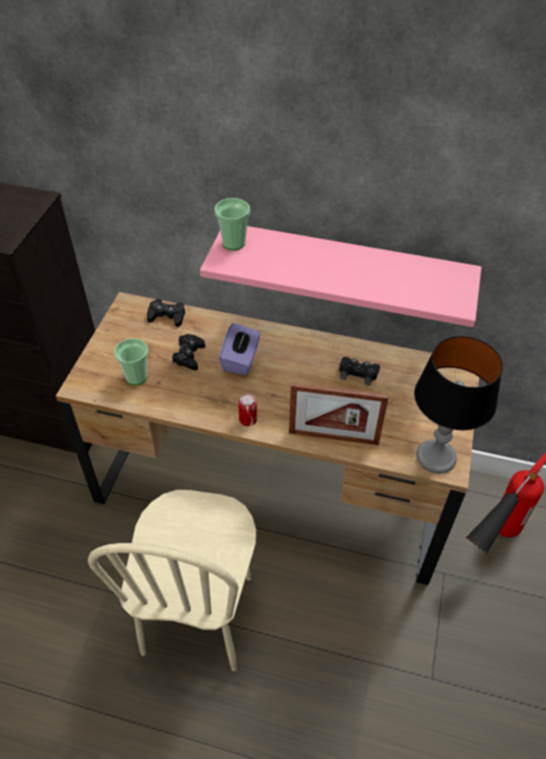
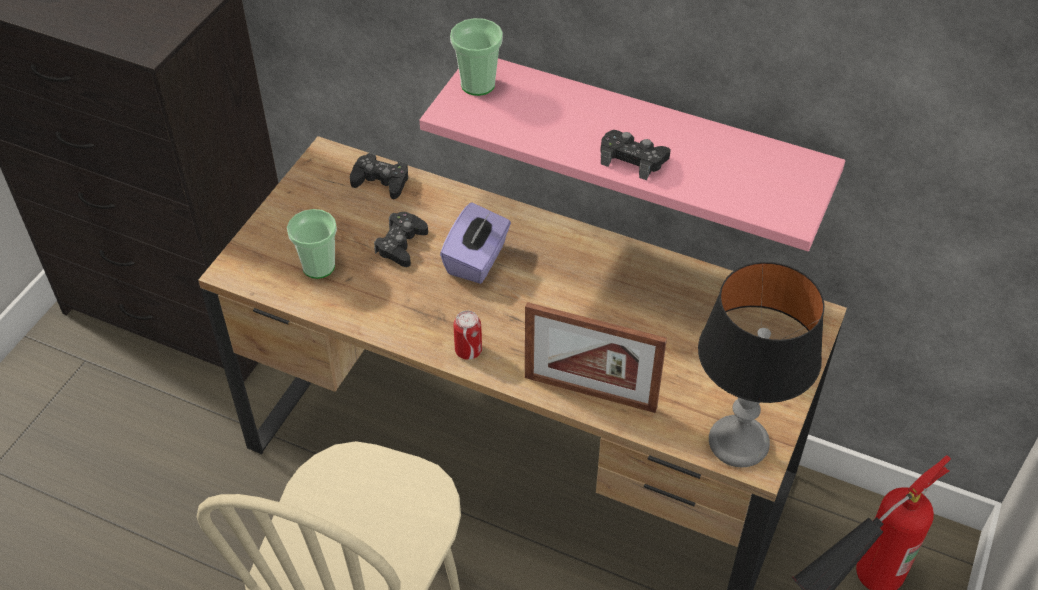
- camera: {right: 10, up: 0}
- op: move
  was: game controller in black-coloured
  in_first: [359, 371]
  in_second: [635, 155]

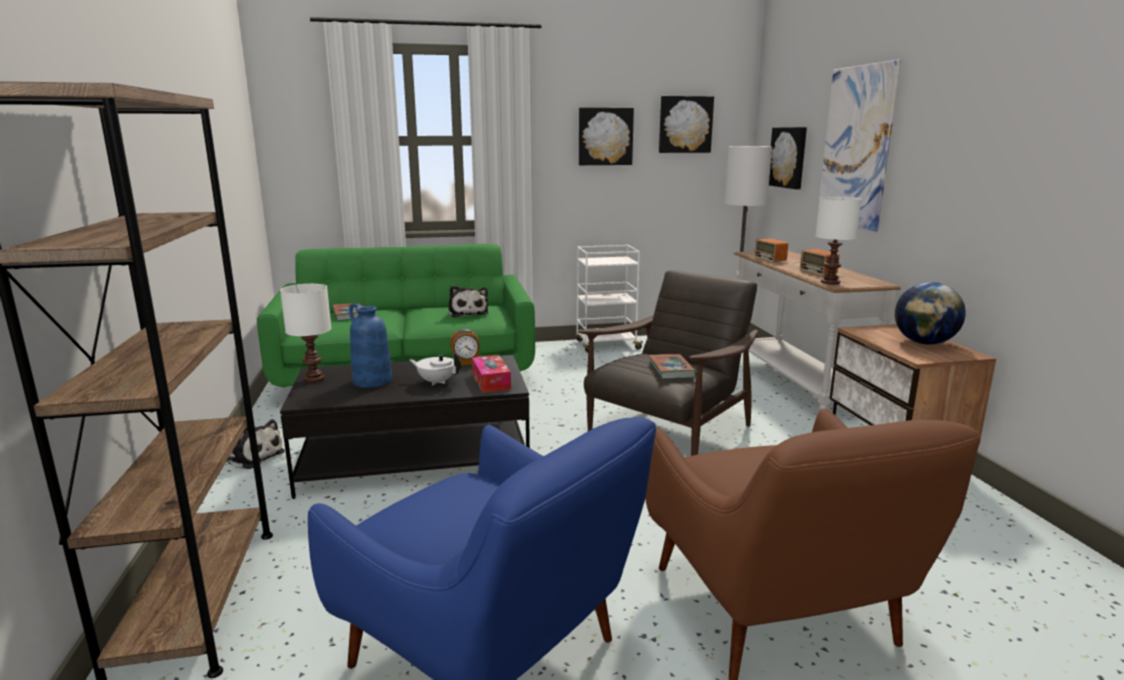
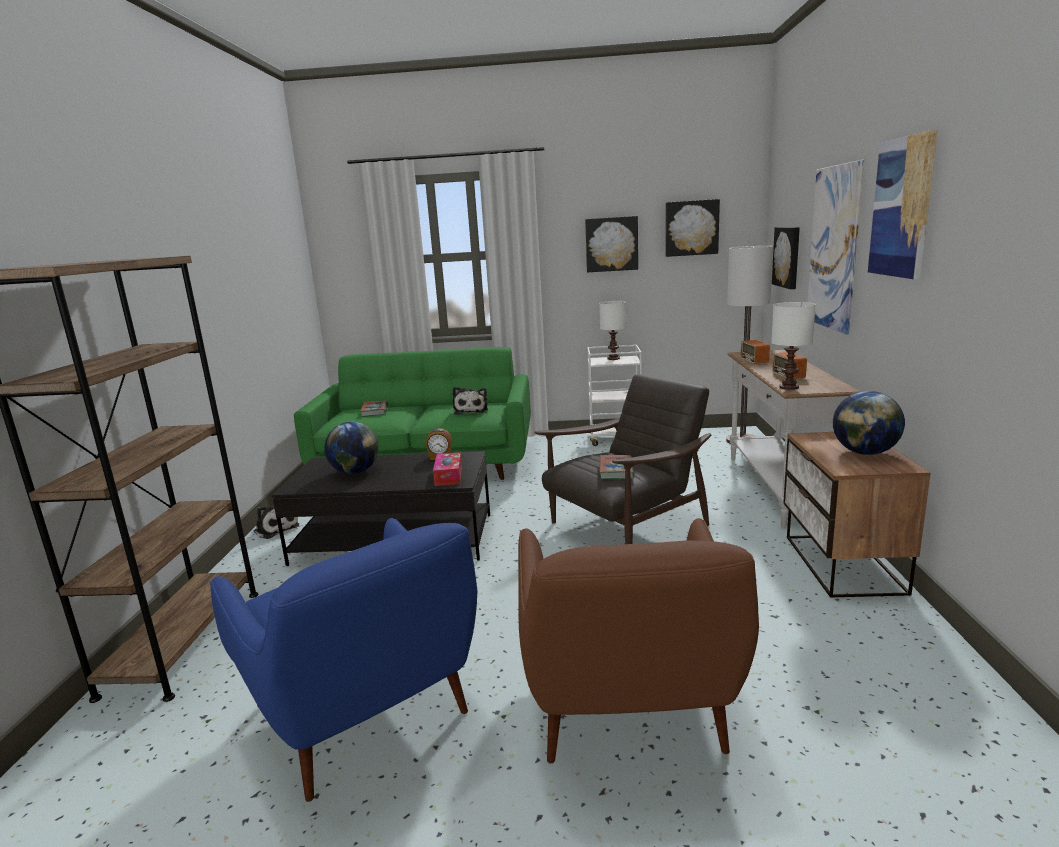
- camera: {right: 15, up: 0}
- op: move
  was: table lamp in white-coloured
  in_first: [305, 333]
  in_second: [612, 330]
- op: replace
  was: vase in bluish
  now: desk globe
  in_first: [370, 345]
  in_second: [351, 448]
- op: delete
  was: tea pot in white-coloured
  in_first: [435, 369]
- op: insert
  now: wall picture
  in_second: [903, 204]

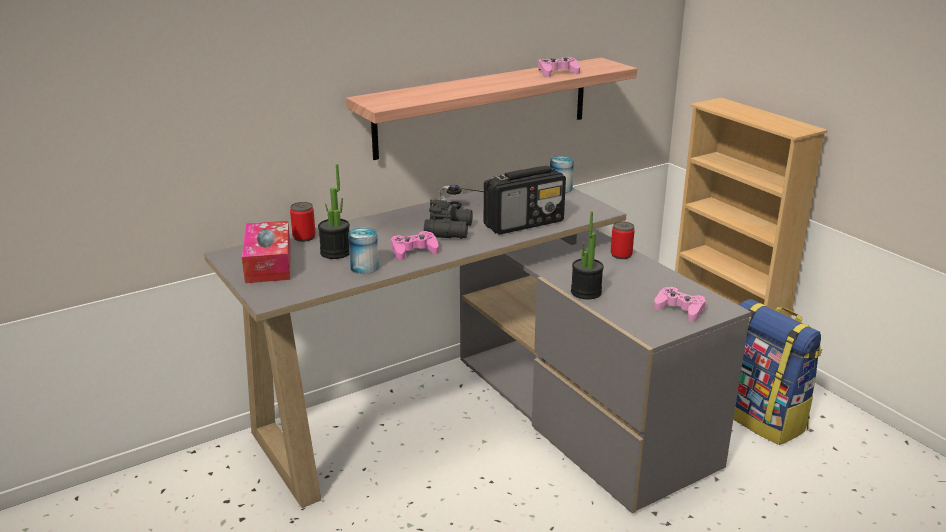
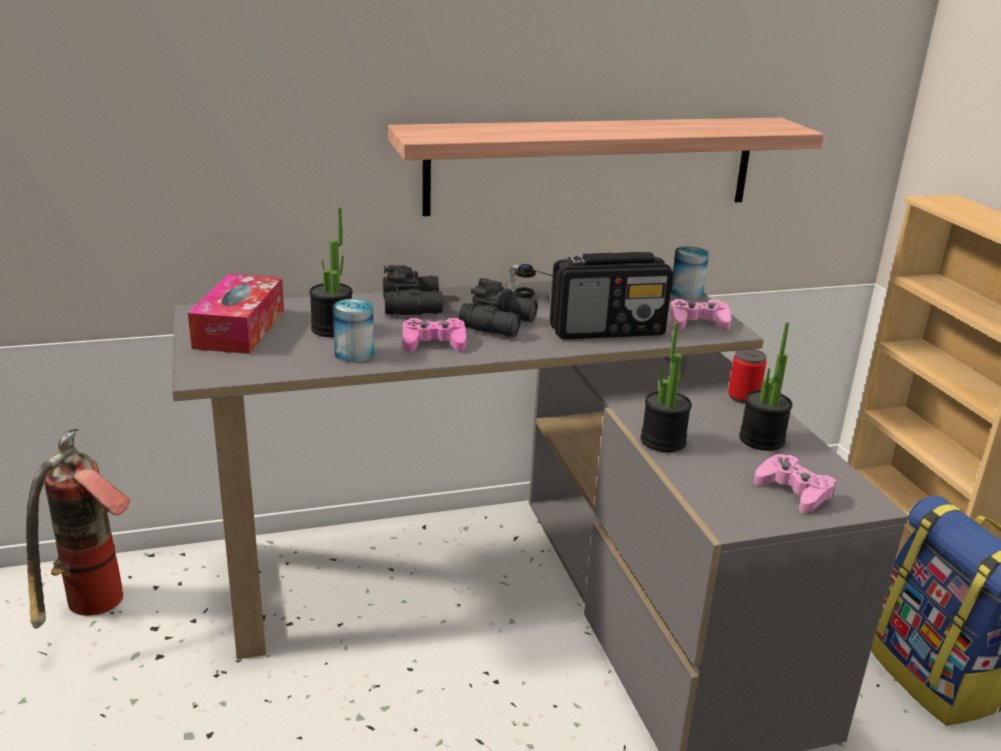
- camera: {right: 15, up: 0}
- op: delete
  was: can
  in_first: [303, 222]
- op: move
  was: game controller in pinkish
  in_first: [559, 67]
  in_second: [701, 315]
- op: insert
  now: extinguisher
  in_second: [78, 529]
- op: insert
  now: field glasses in black-coloured
  in_second: [413, 290]
- op: insert
  now: plant in a pot
  in_second: [765, 386]

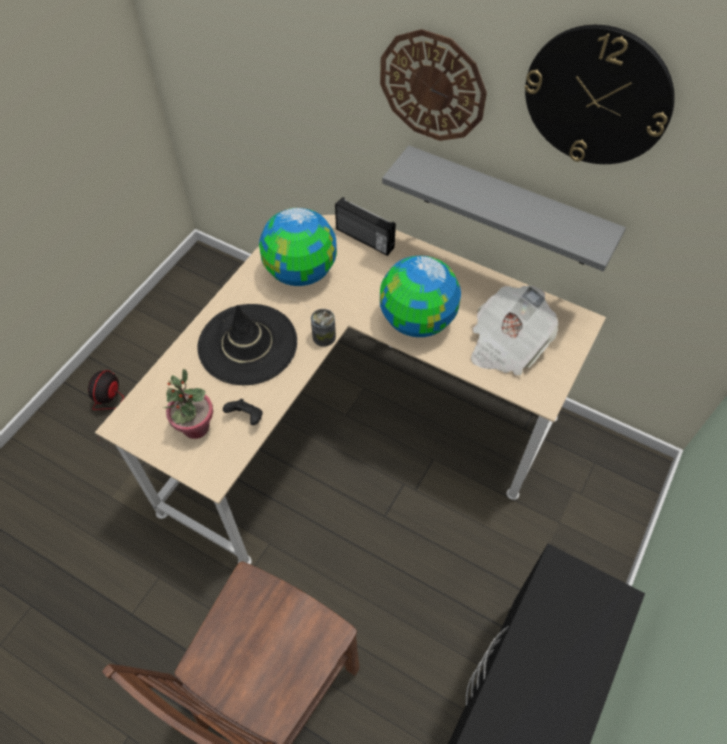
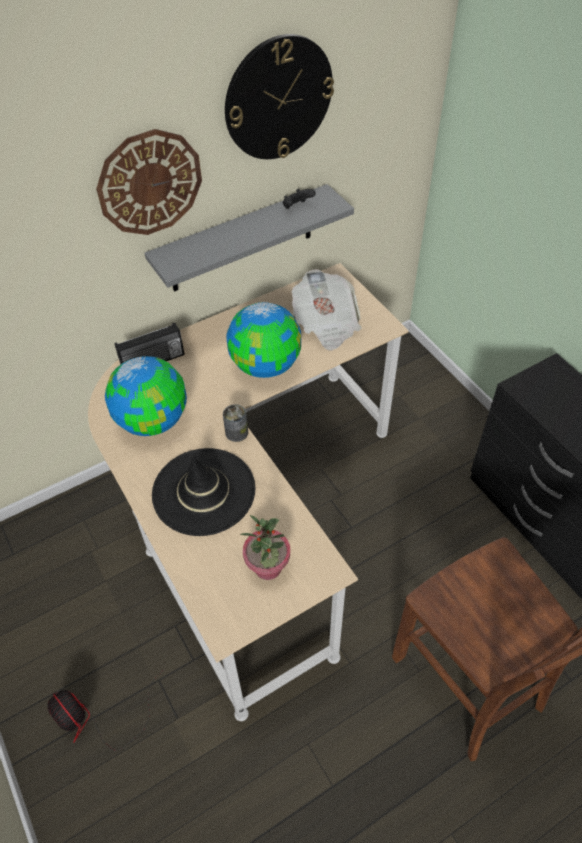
- camera: {right: -60, up: -5}
- op: move
  was: game controller in black-coloured
  in_first: [243, 412]
  in_second: [299, 199]

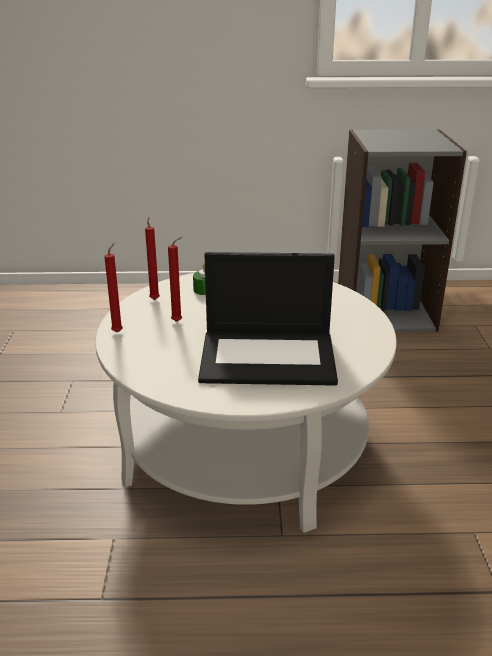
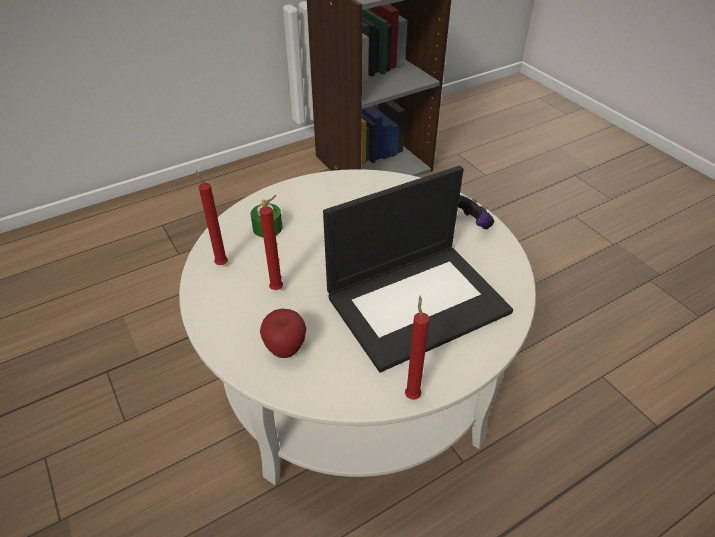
- camera: {right: -30, up: 15}
- op: move
  was: candle in red
  in_first: [113, 288]
  in_second: [417, 348]
- op: insert
  now: apple
  in_second: [283, 333]
- op: insert
  now: game controller
  in_second: [476, 212]

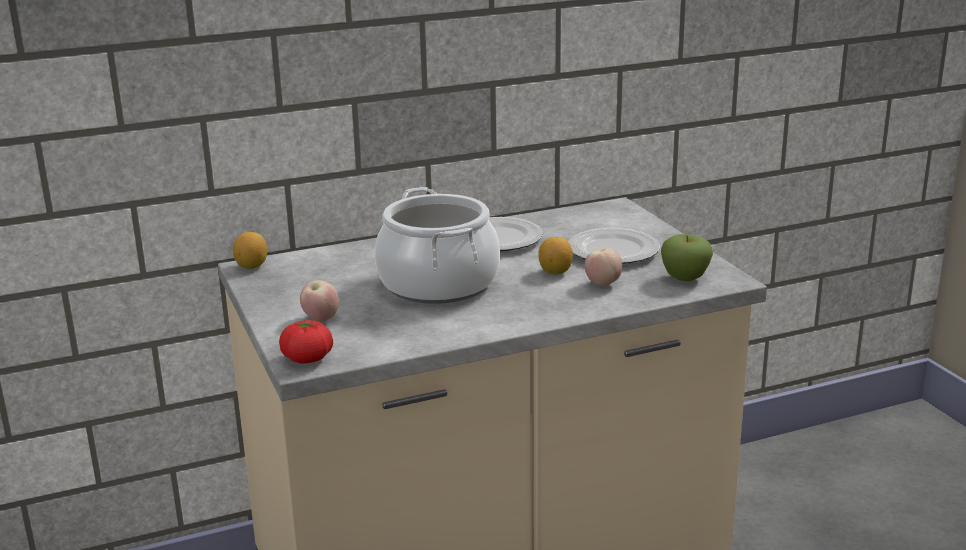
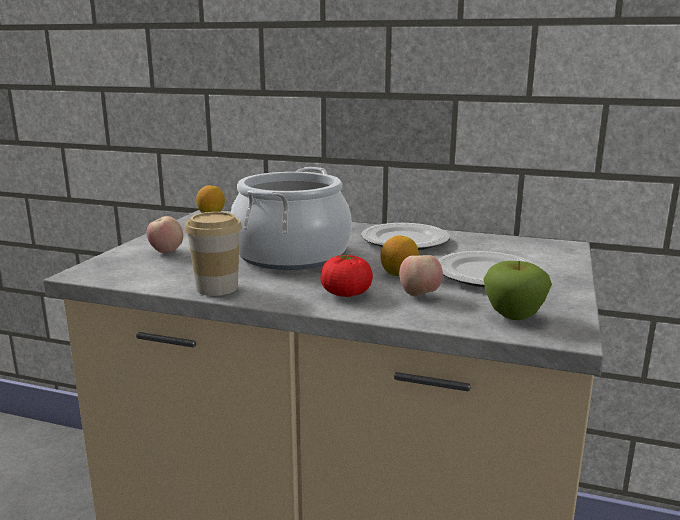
- camera: {right: 40, up: -5}
- op: move
  was: fresh tomato
  in_first: [306, 341]
  in_second: [347, 276]
- op: insert
  now: small cup
  in_second: [213, 254]

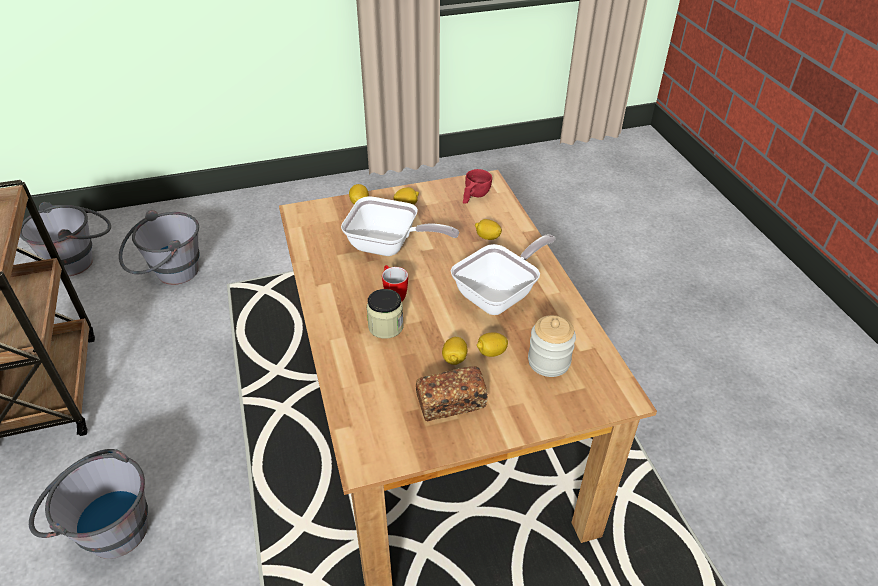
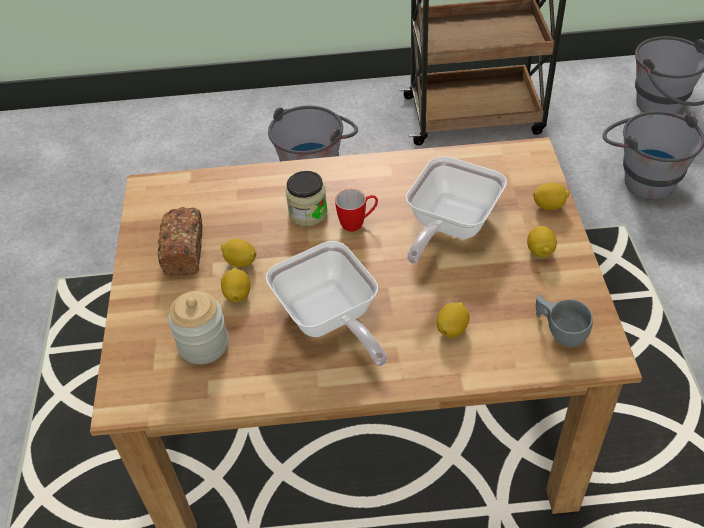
- camera: {right: 105, up: 5}
- op: recolor
  was: small cup in red
  now: small cup in gray
  in_first: [477, 186]
  in_second: [564, 320]

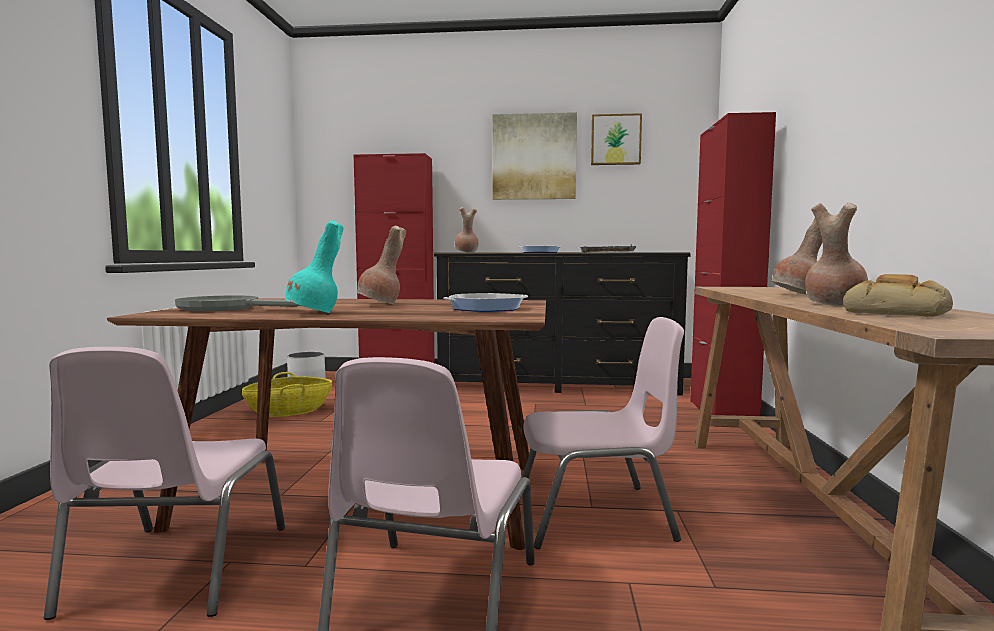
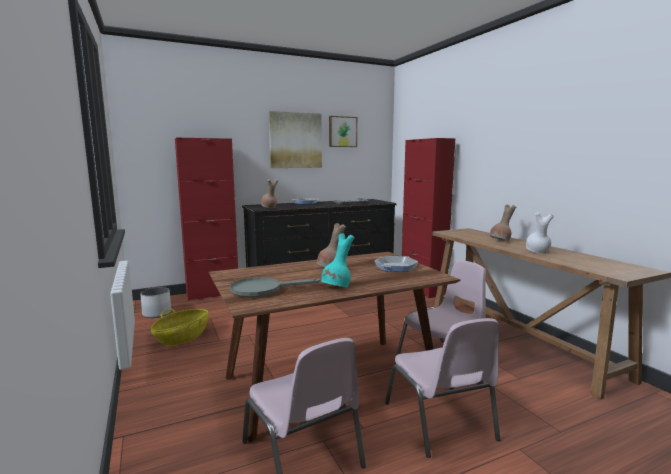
- camera: {right: -30, up: 5}
- op: recolor
  was: vase in brownish
  now: vase in white-coloured
  in_first: [836, 254]
  in_second: [540, 233]
- op: delete
  was: baked bread
  in_first: [898, 295]

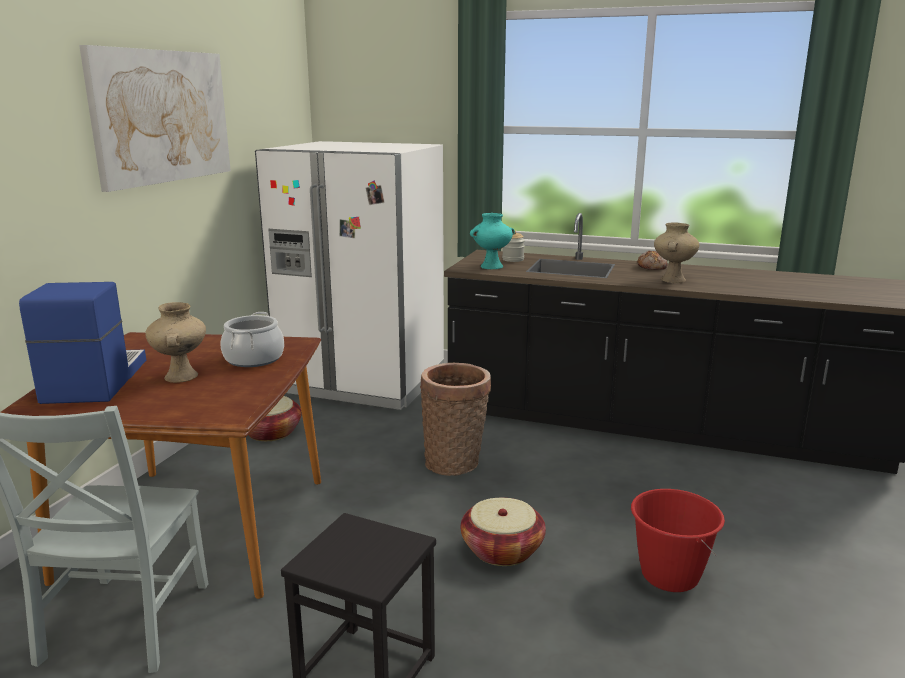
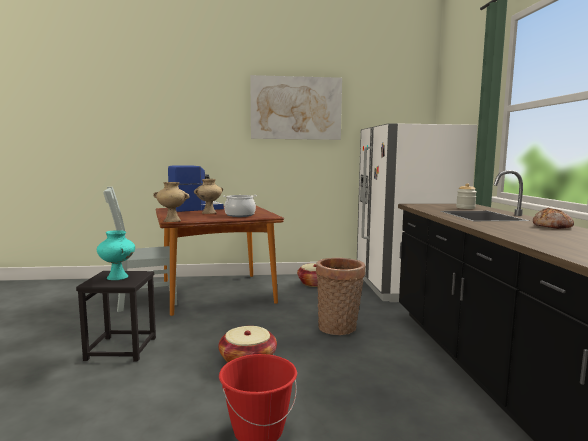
- camera: {right: 65, up: -10}
- op: move
  was: vase in turquoise-coloured
  in_first: [492, 241]
  in_second: [116, 255]
- op: move
  was: vase in sand-coloured
  in_first: [676, 252]
  in_second: [171, 202]

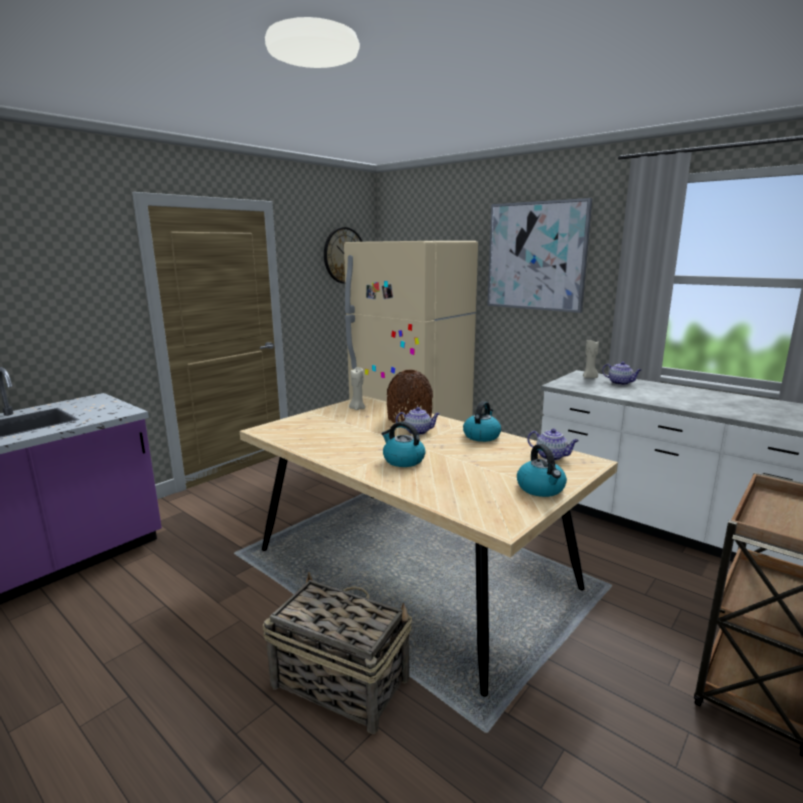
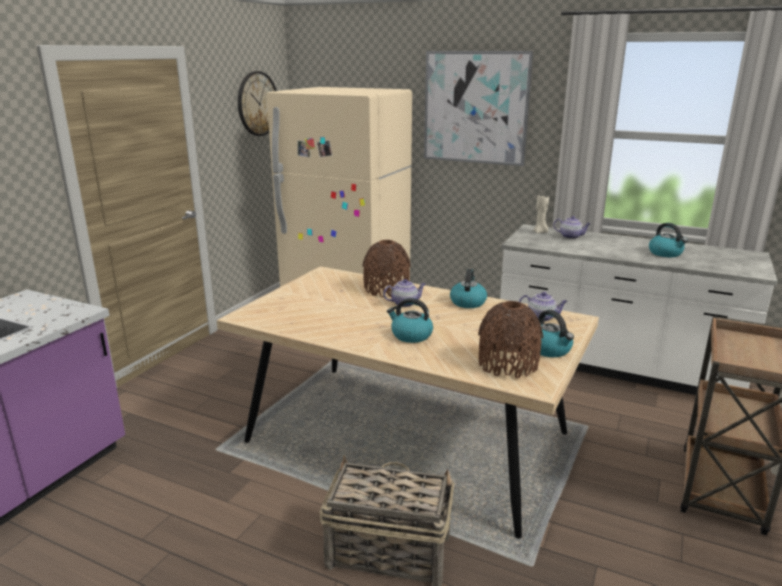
- camera: {right: -15, up: 5}
- op: delete
  was: candle in sand-coloured
  in_first: [357, 388]
- op: insert
  now: vase in brownish
  in_second: [510, 339]
- op: insert
  now: water kettle
  in_second: [668, 240]

